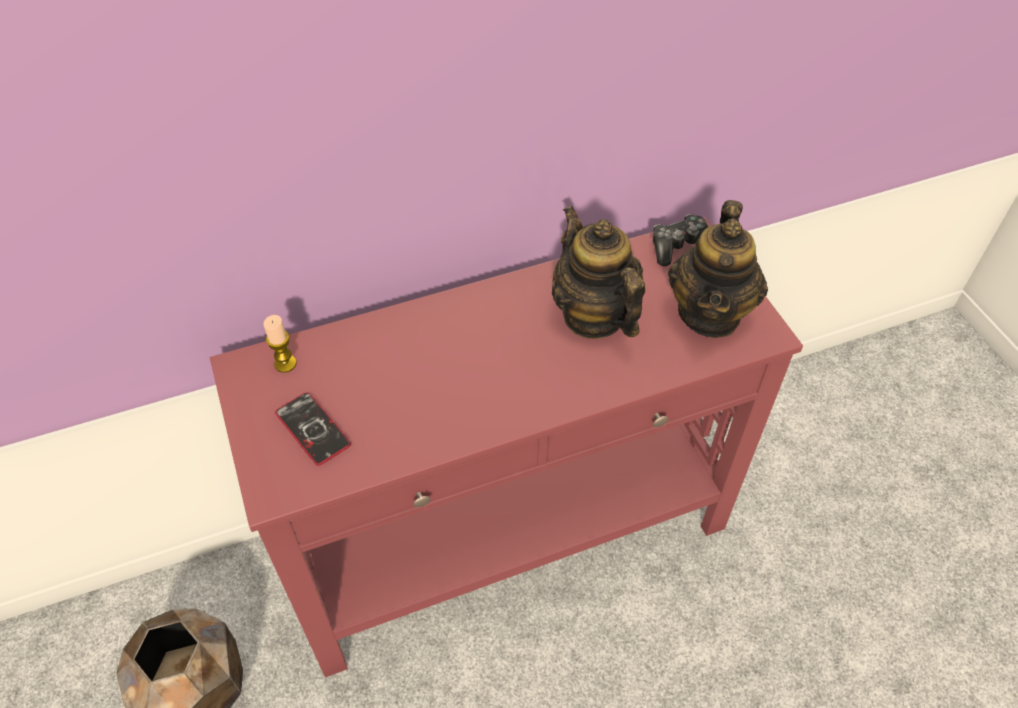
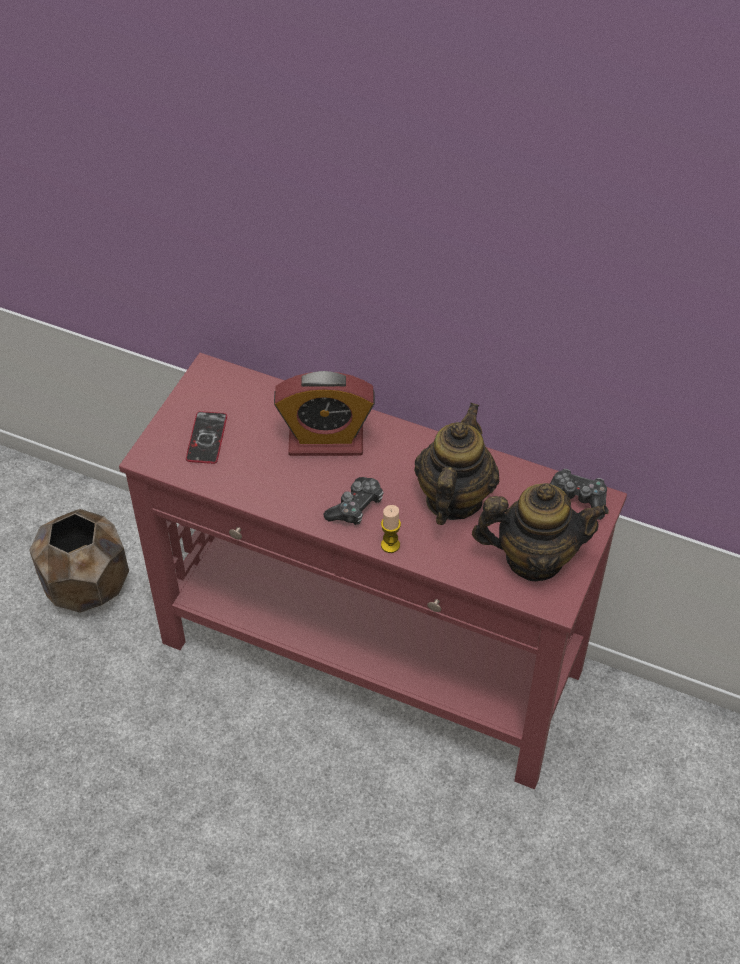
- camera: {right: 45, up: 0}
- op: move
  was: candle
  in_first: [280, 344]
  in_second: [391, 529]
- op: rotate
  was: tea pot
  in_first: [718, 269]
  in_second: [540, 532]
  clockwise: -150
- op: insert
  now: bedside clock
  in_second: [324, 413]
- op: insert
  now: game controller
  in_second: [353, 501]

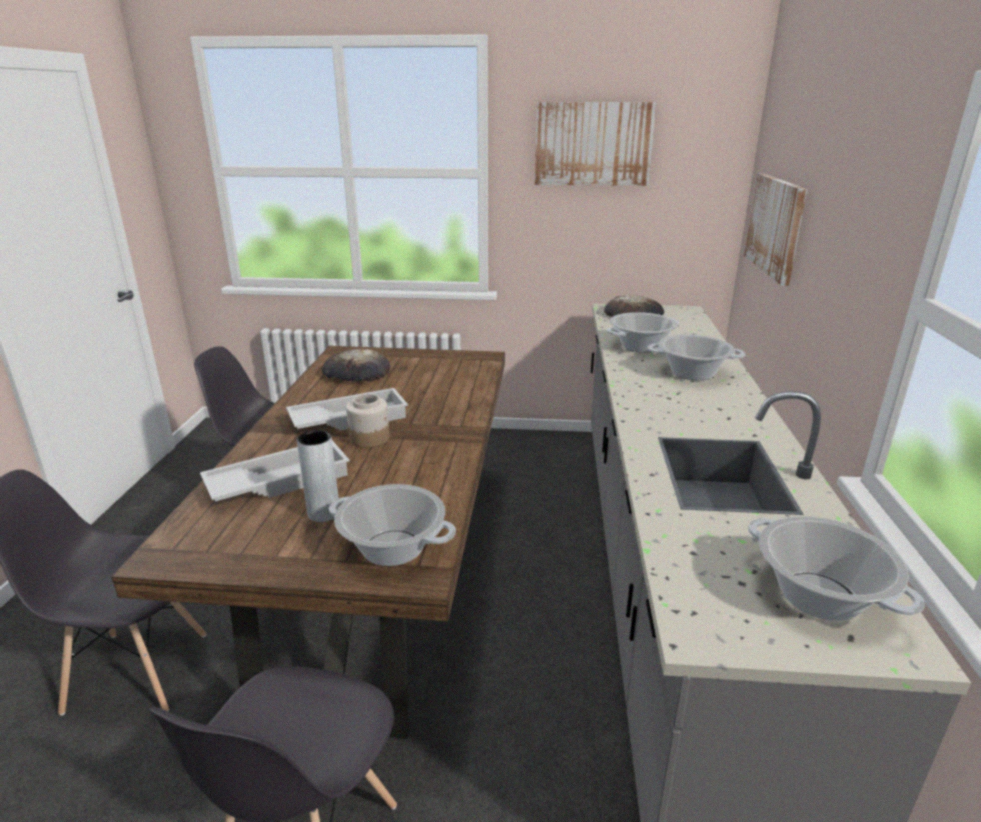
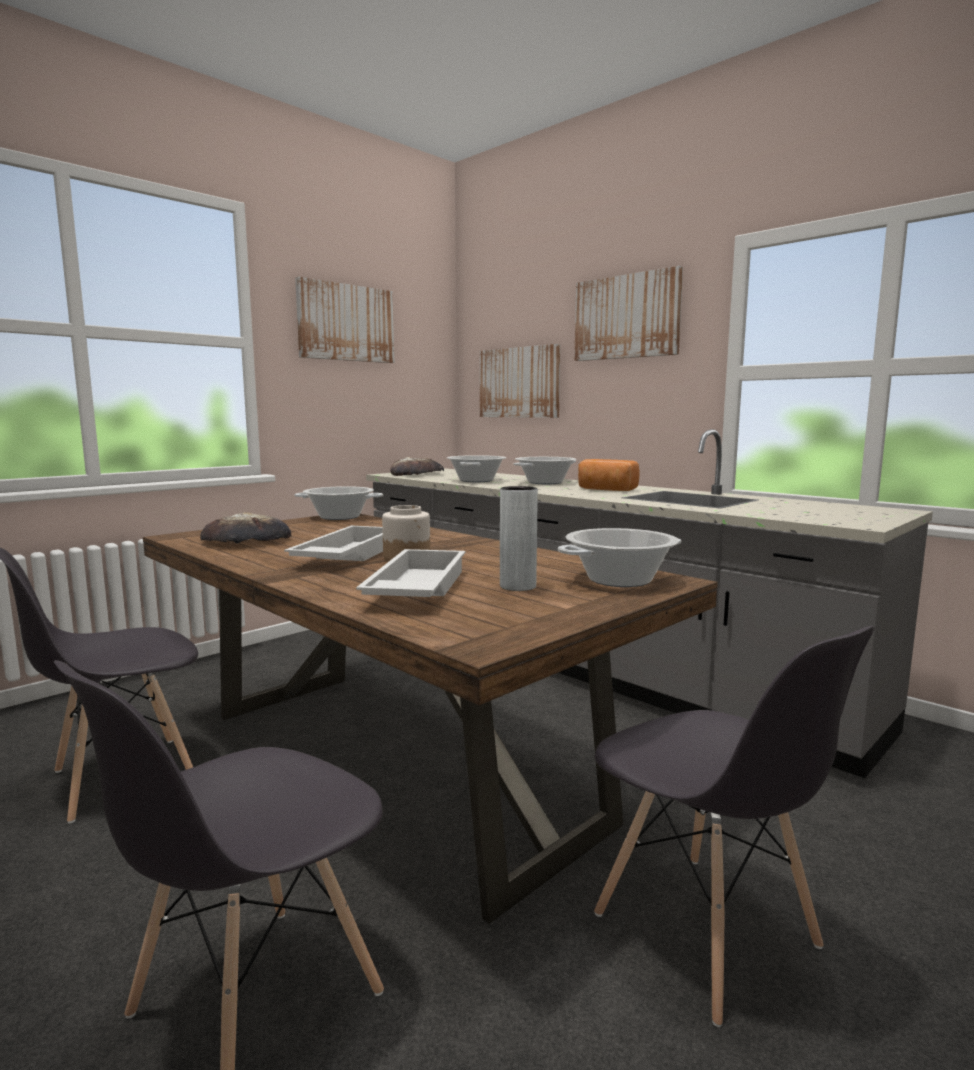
- camera: {right: -50, up: -15}
- op: move
  was: cooking pot
  in_first: [836, 568]
  in_second: [338, 503]
- op: insert
  now: wall picture
  in_second: [628, 313]
- op: insert
  now: baked bread
  in_second: [609, 475]

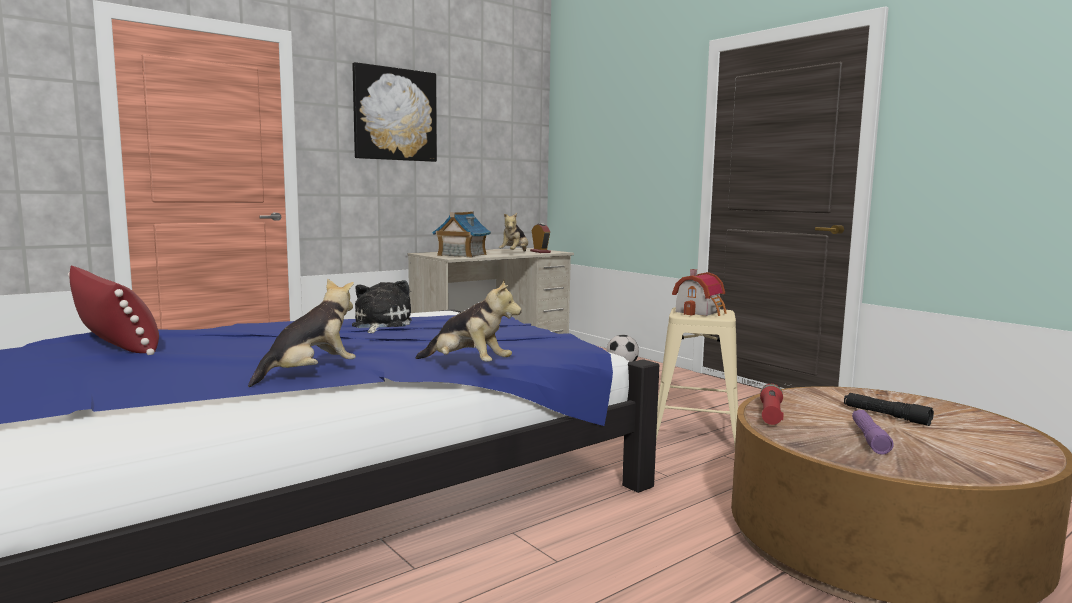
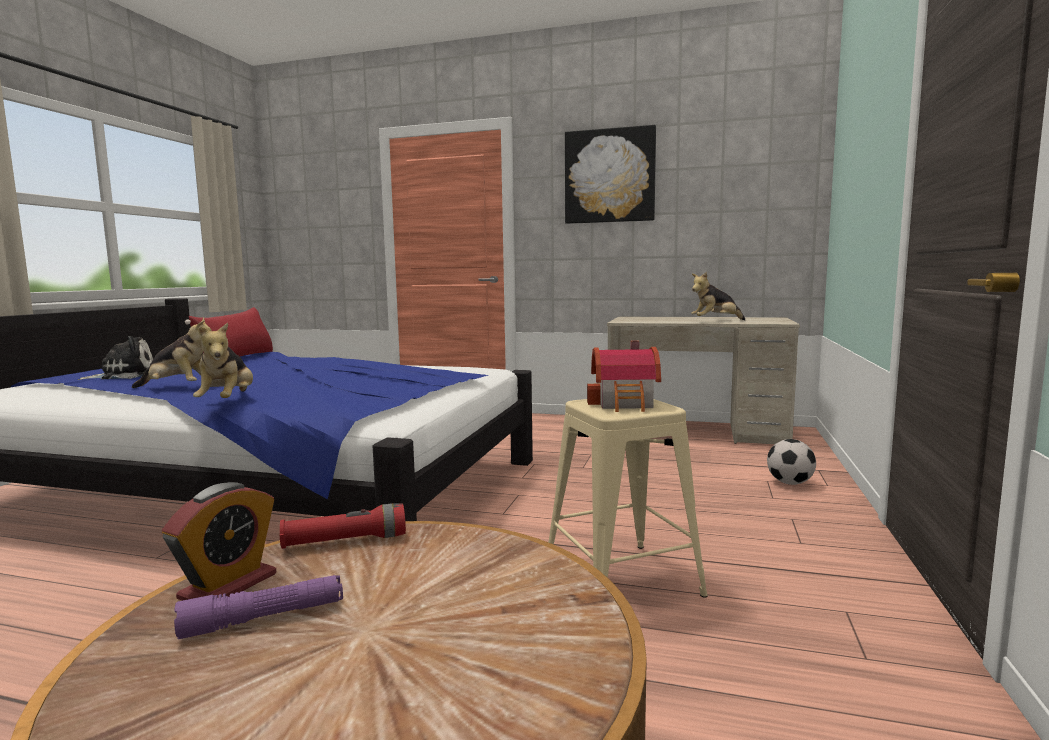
- camera: {right: 55, up: 0}
- op: move
  was: soft toy
  in_first: [382, 306]
  in_second: [115, 358]
- op: delete
  was: miniature house
  in_first: [461, 234]
- op: move
  was: bedside clock
  in_first: [540, 238]
  in_second: [219, 541]
- op: delete
  was: flashlight in black-coloured
  in_first: [889, 409]

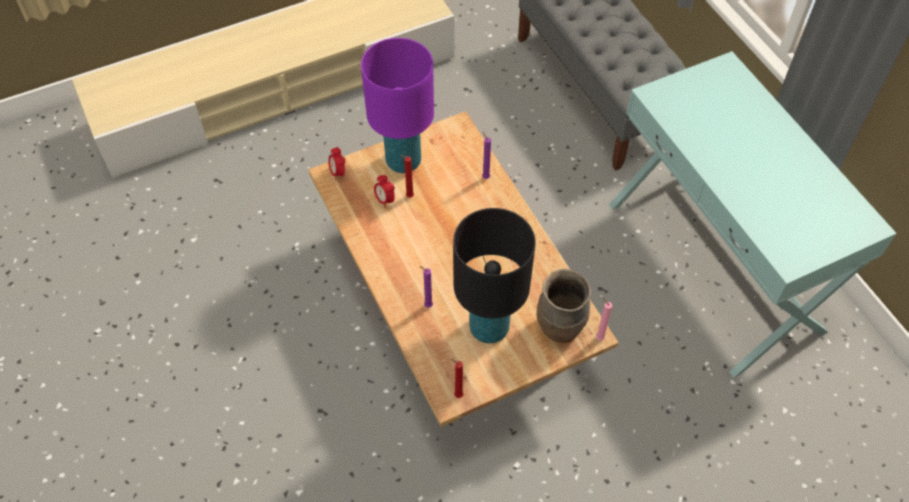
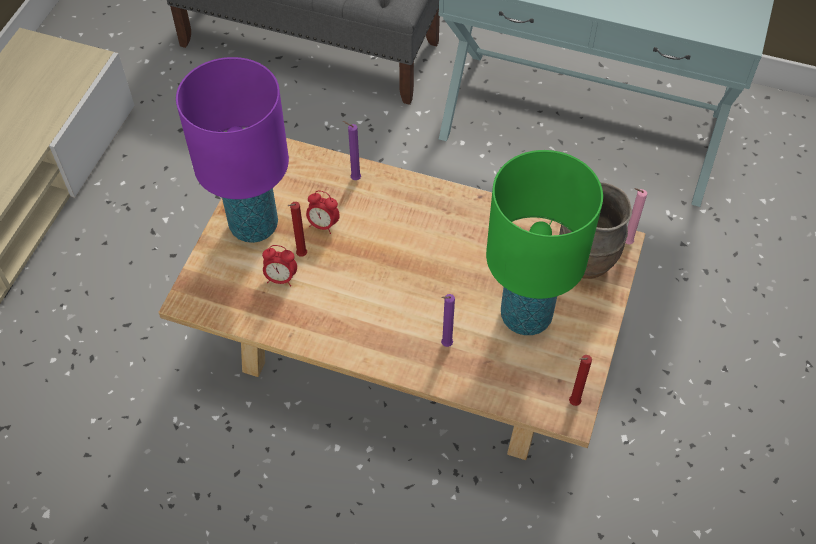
- camera: {right: -45, up: 0}
- op: move
  was: bedside clock
  in_first: [337, 164]
  in_second: [323, 212]
- op: recolor
  was: table lamp in black-coloured
  now: table lamp in green-coloured
  in_first: [494, 275]
  in_second: [544, 242]

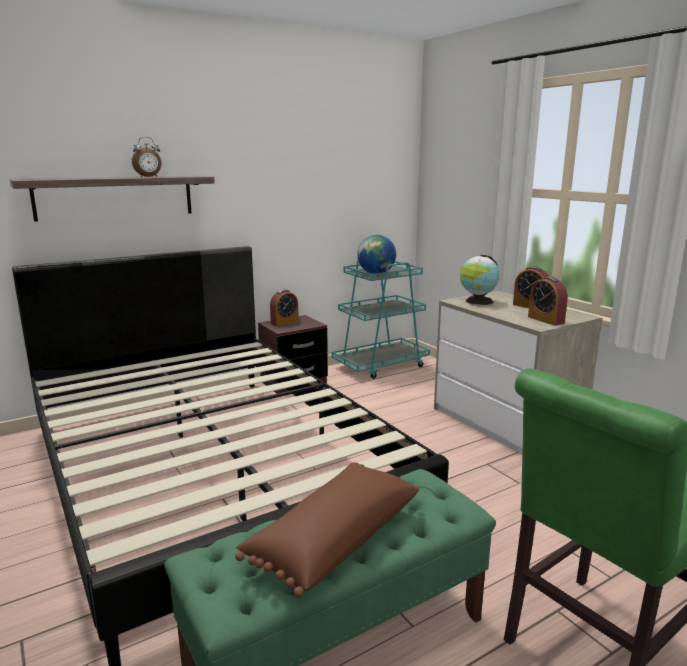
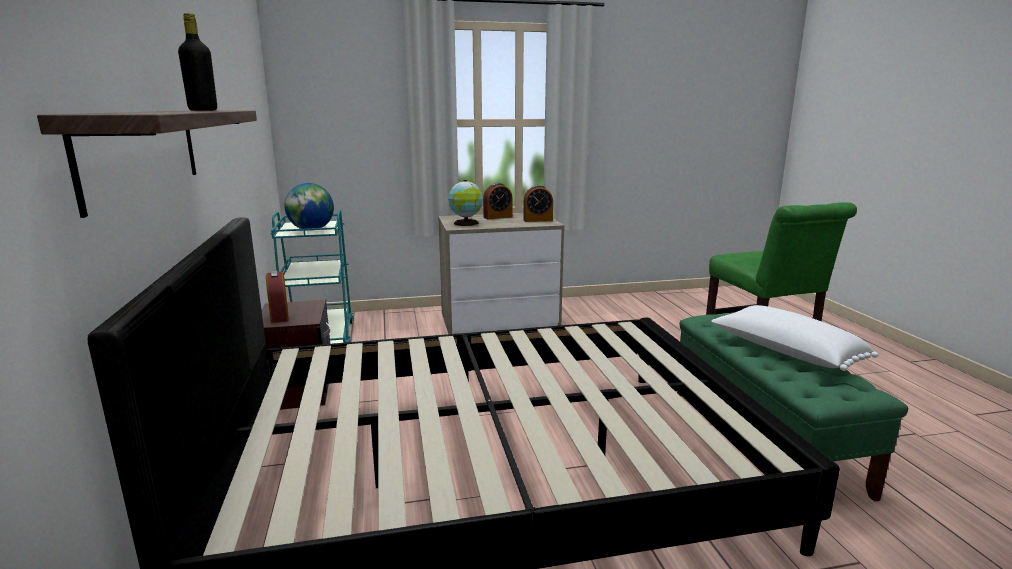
- camera: {right: -70, up: 0}
- op: replace
  was: bedside clock
  now: drink bottle in black-coloured
  in_first: [146, 157]
  in_second: [197, 62]
- op: recolor
  was: throw pillow in brownish
  now: throw pillow in white-coloured
  in_first: [327, 529]
  in_second: [794, 338]

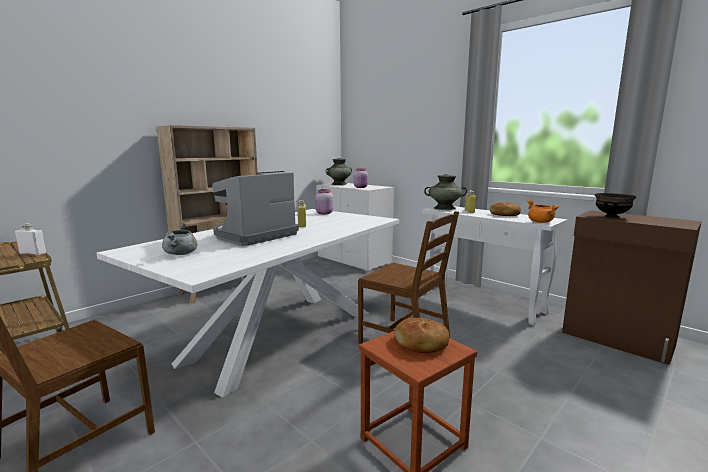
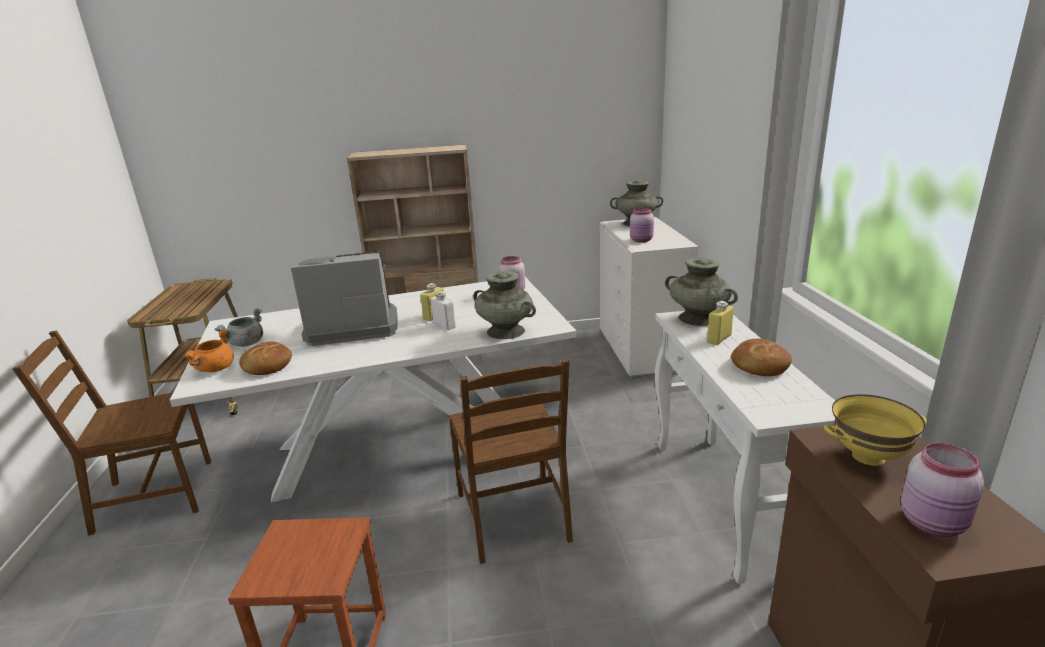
- camera: {right: 40, up: 10}
- op: move
  was: drink bottle in white-coloured
  in_first: [30, 239]
  in_second: [443, 310]
- op: move
  was: baked bread
  in_first: [422, 335]
  in_second: [265, 358]
- op: move
  was: cooking pot in orange-coloured
  in_first: [543, 211]
  in_second: [208, 350]
- op: recolor
  was: bowl in black-coloured
  now: bowl in yellow-coloured
  in_first: [615, 205]
  in_second: [875, 430]
- op: insert
  now: vase in turquoise-coloured
  in_second: [504, 305]
- op: insert
  now: jar in pinkish
  in_second: [942, 490]

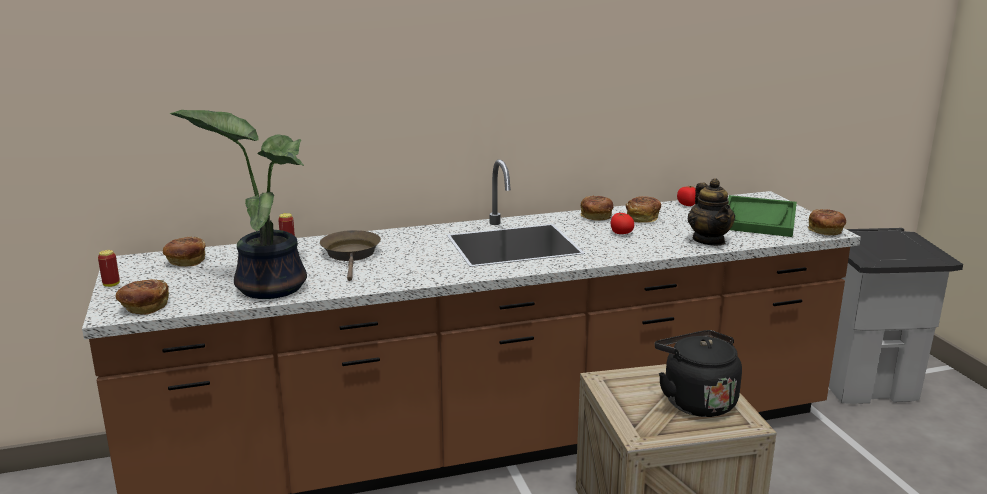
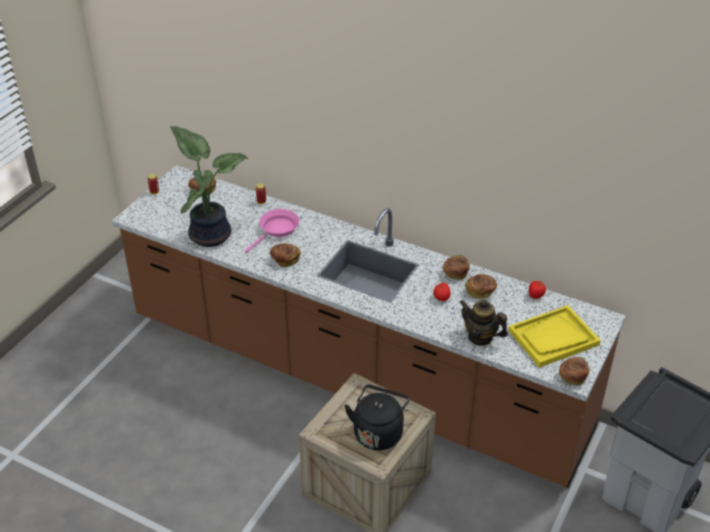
- camera: {right: 45, up: 20}
- op: move
  was: baked bread
  in_first: [142, 297]
  in_second: [285, 255]
- op: recolor
  was: skillet in brownish
  now: skillet in pinkish
  in_first: [350, 255]
  in_second: [272, 231]
- op: rotate
  was: tea pot
  in_first: [711, 212]
  in_second: [483, 323]
  clockwise: 90
- op: recolor
  was: carrying tray in green-coloured
  now: carrying tray in yellow-coloured
  in_first: [762, 216]
  in_second: [554, 336]

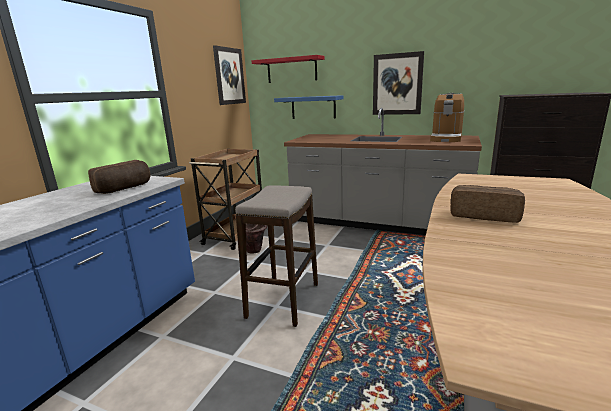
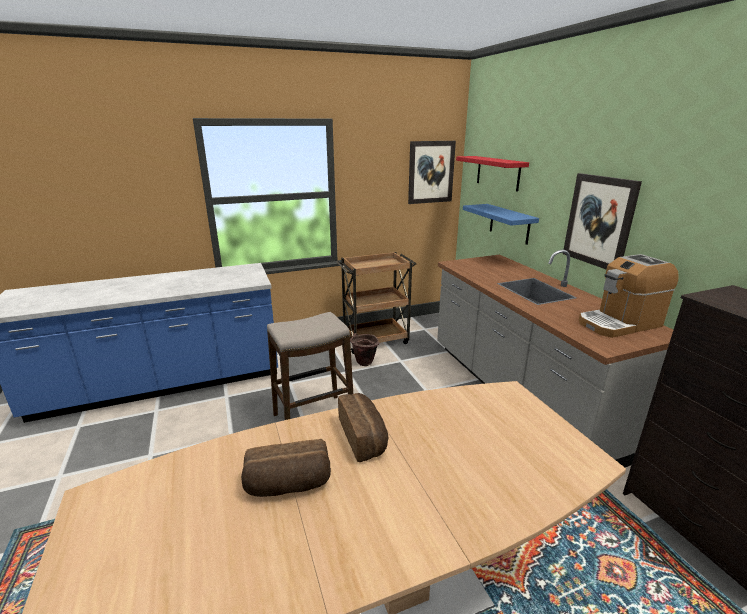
- camera: {right: 45, up: 5}
- op: move
  was: baked bread
  in_first: [119, 177]
  in_second: [286, 468]

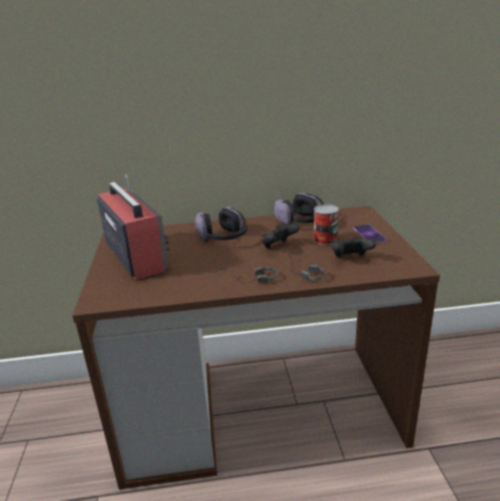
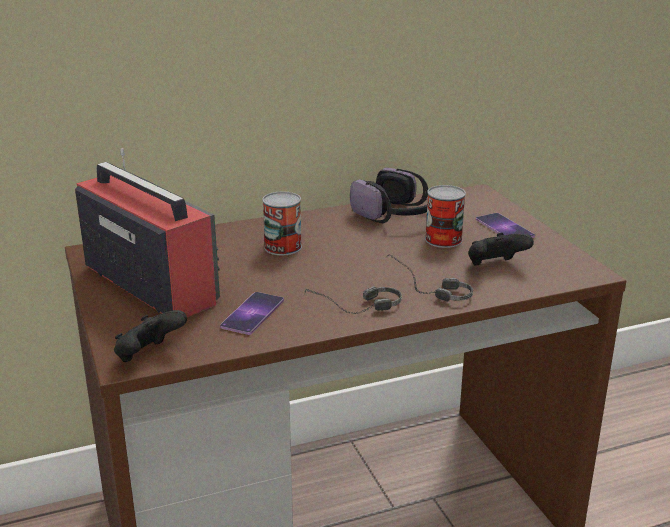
- camera: {right: -15, up: 0}
- op: replace
  was: headphones
  now: can
  in_first: [221, 224]
  in_second: [282, 224]
- op: move
  was: game controller in black-coloured
  in_first: [281, 236]
  in_second: [150, 336]
- op: insert
  now: phone
  in_second: [252, 313]

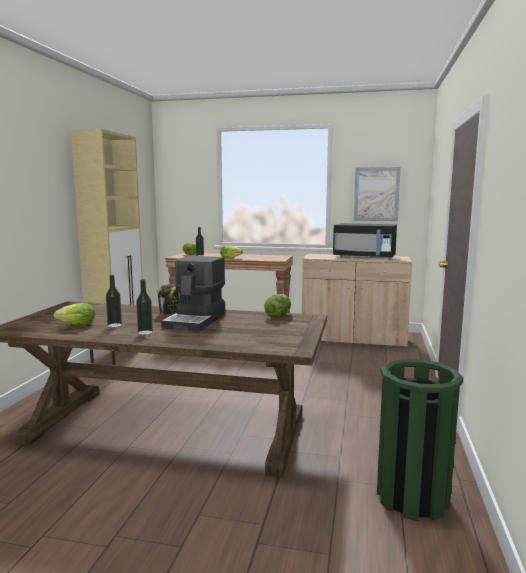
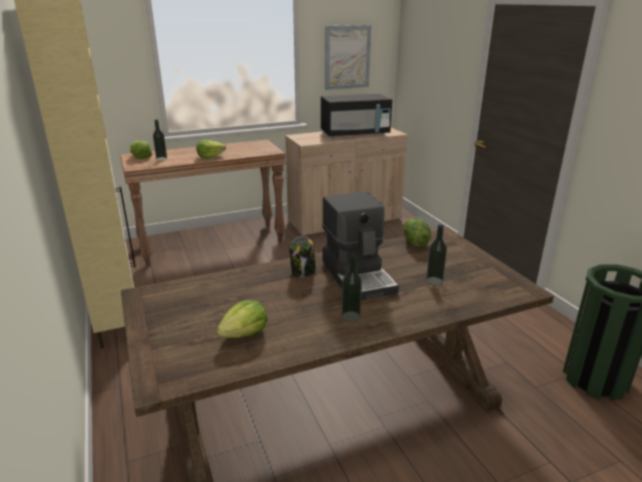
- camera: {right: -35, up: 15}
- op: move
  was: drink bottle
  in_first: [114, 301]
  in_second: [436, 254]

